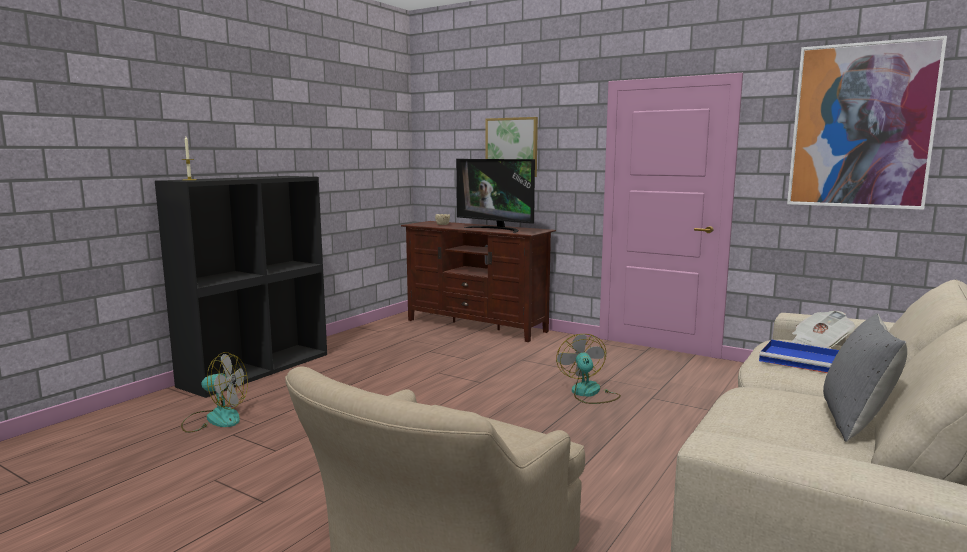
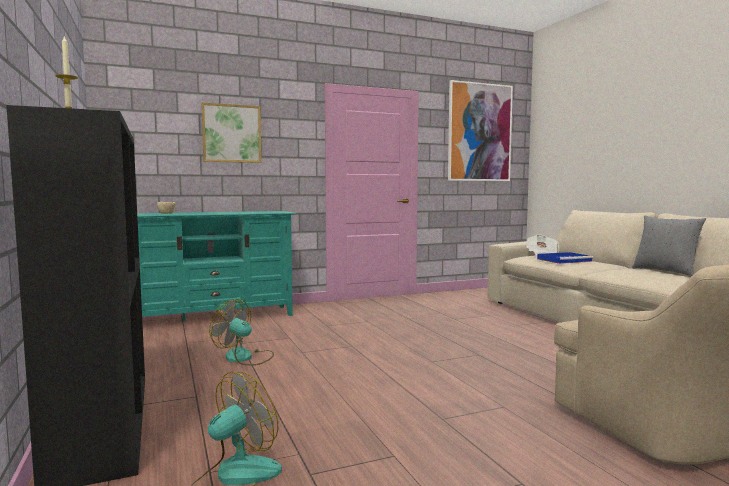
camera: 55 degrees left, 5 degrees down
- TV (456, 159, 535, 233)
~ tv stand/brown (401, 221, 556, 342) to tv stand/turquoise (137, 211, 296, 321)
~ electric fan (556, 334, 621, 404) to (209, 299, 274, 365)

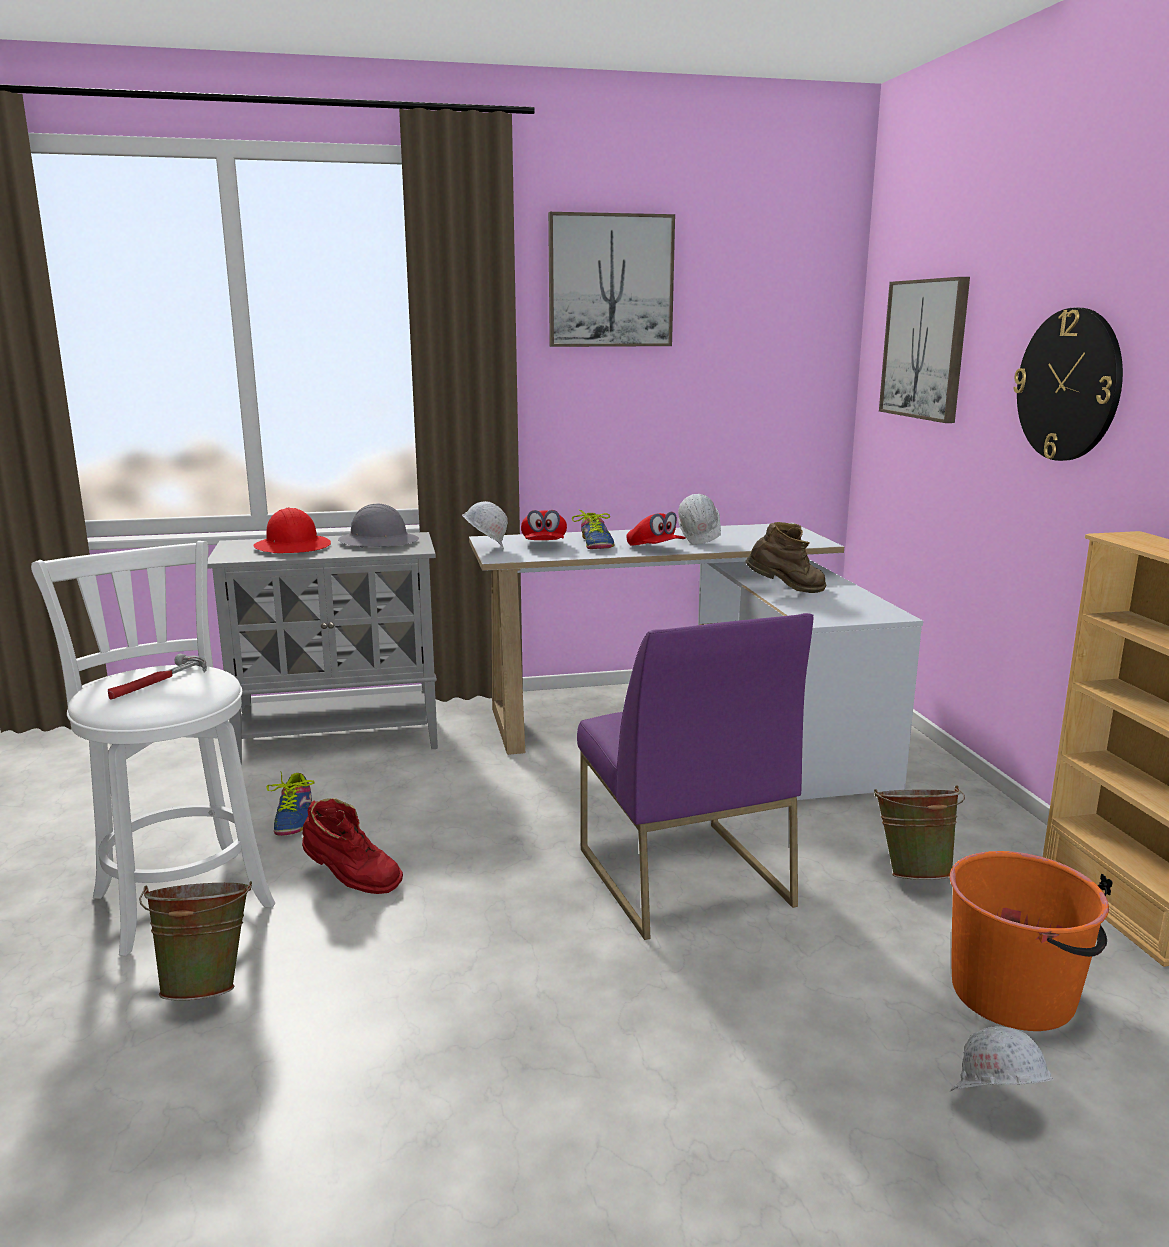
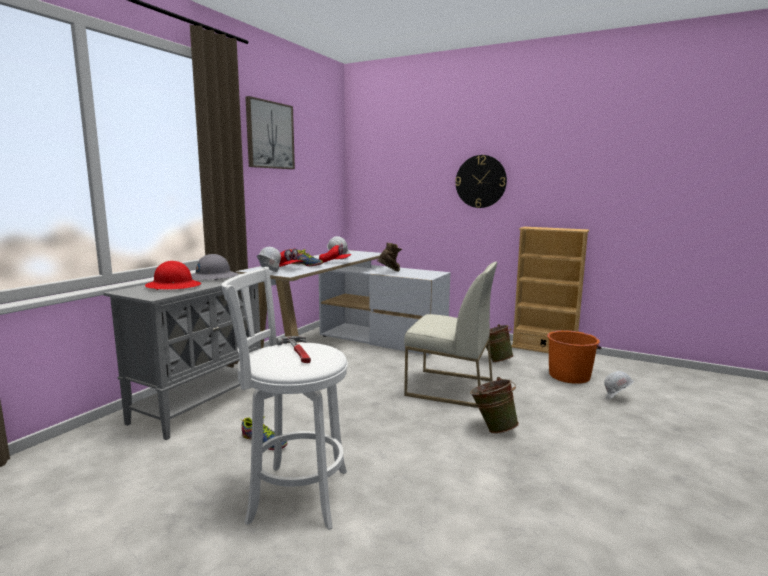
camera: 50 degrees left, 5 degrees down
- picture (879, 277, 970, 423)
~ chair/purple-coloured (577, 613, 814, 940) to chair/white-coloured (404, 262, 497, 408)
- boot/red (302, 798, 403, 894)
~ bucket/greenish (139, 881, 252, 1001) to (470, 377, 519, 434)

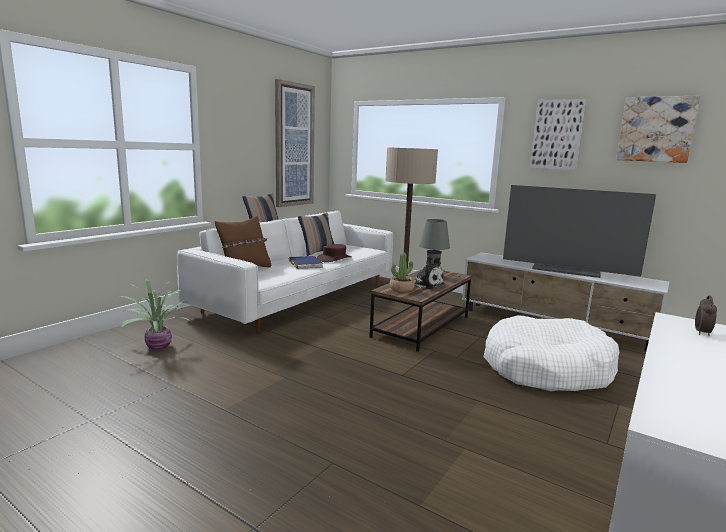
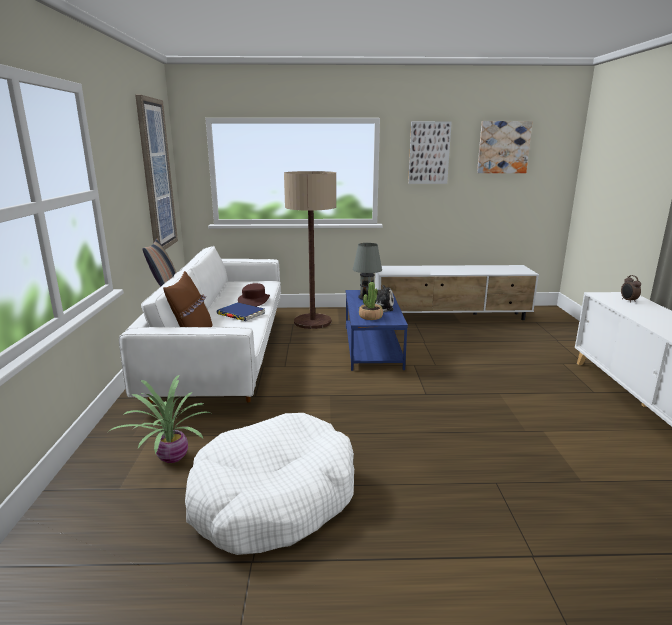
camera: 35 degrees left, 5 degrees up
- TV (503, 185, 656, 278)
- throw pillow (298, 213, 335, 256)
~ coffee table/brown (370, 269, 472, 352) to coffee table/bluish (346, 290, 408, 371)
~ dog cushion/white-coloured (483, 315, 619, 391) to (185, 413, 354, 555)

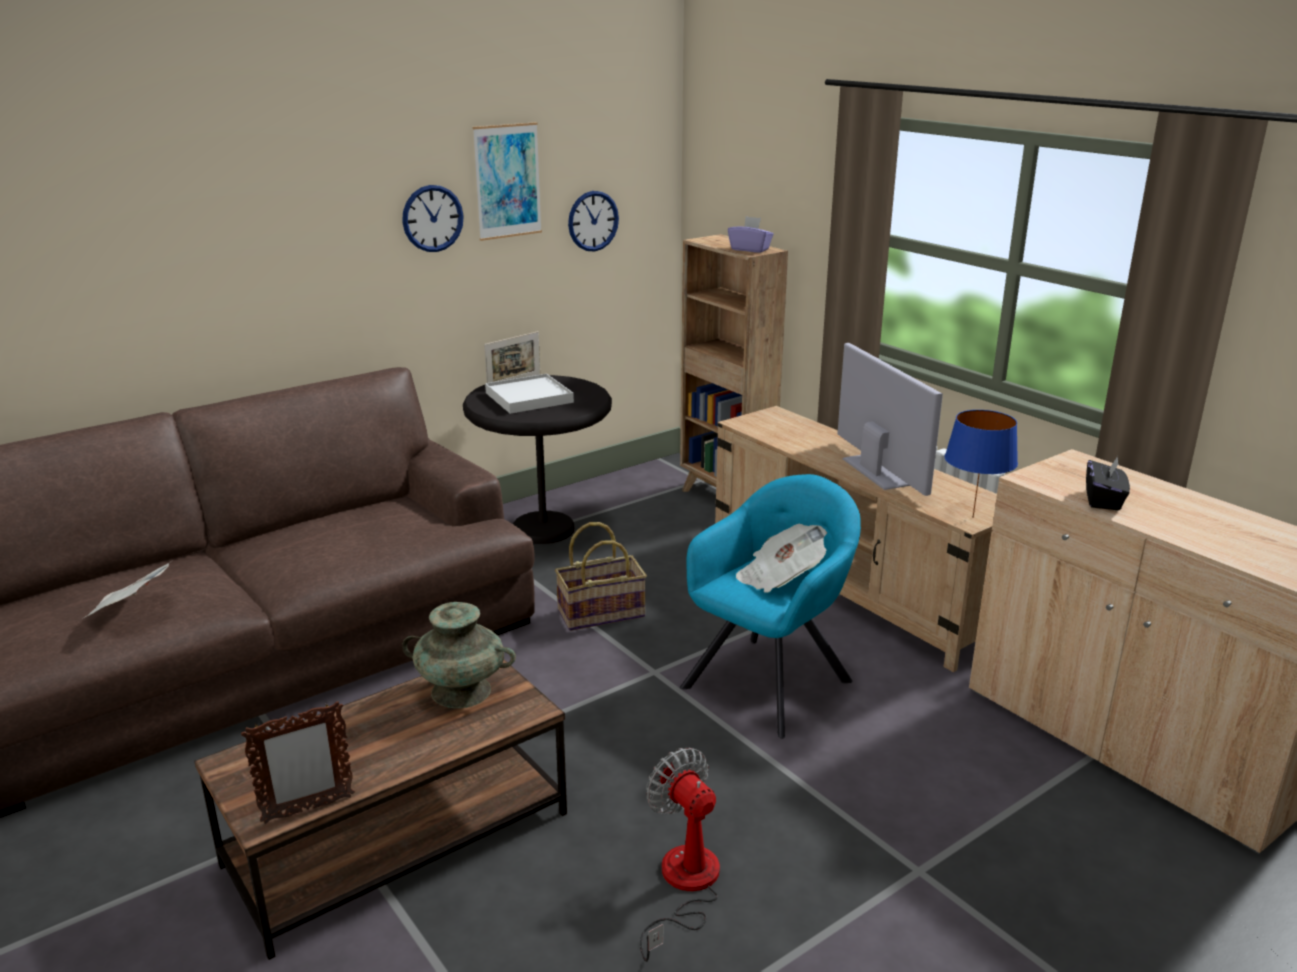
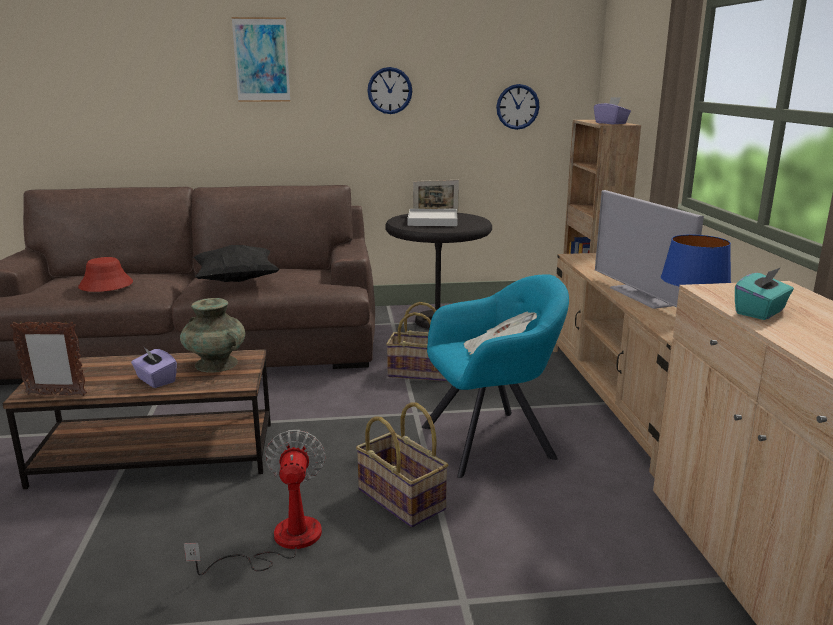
camera: 30 degrees right, 5 degrees down
~ picture (473, 122, 542, 241) to (232, 17, 290, 102)
~ TV (837, 343, 943, 496) = (595, 190, 704, 309) 150 degrees clockwise
~ box of tissues/blackish (1086, 456, 1130, 510) to box of tissues/turquoise (735, 267, 794, 320)
~ newspaper (84, 561, 172, 618) to wearable hat/red (78, 257, 133, 292)
+ throw pillow/blackish (193, 245, 280, 282)
+ box of tissues/purple-coloured (131, 346, 177, 388)
+ basket (356, 403, 448, 527)

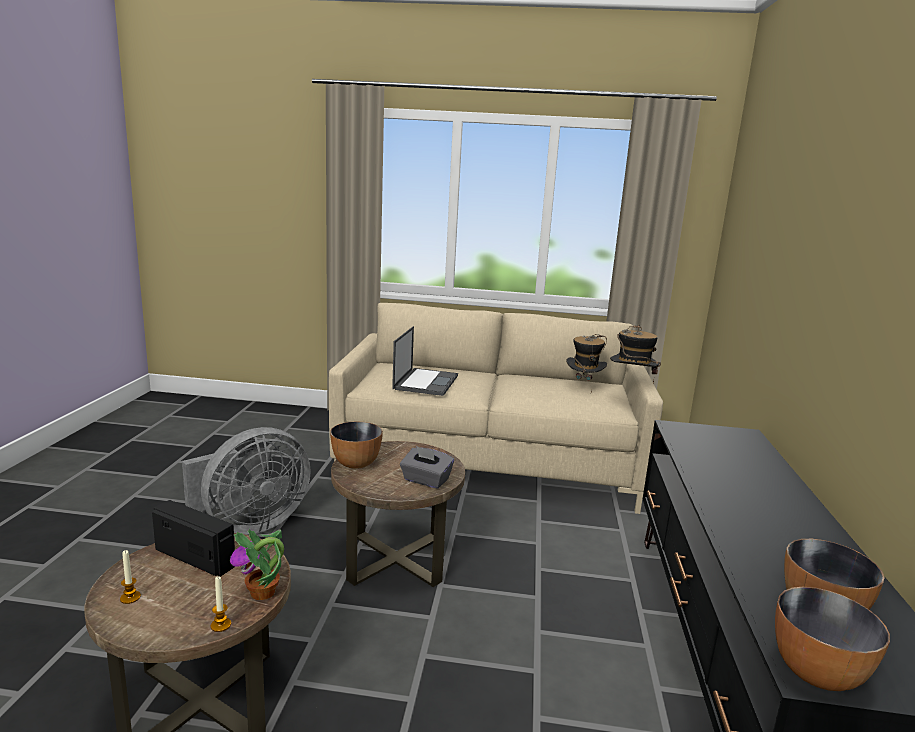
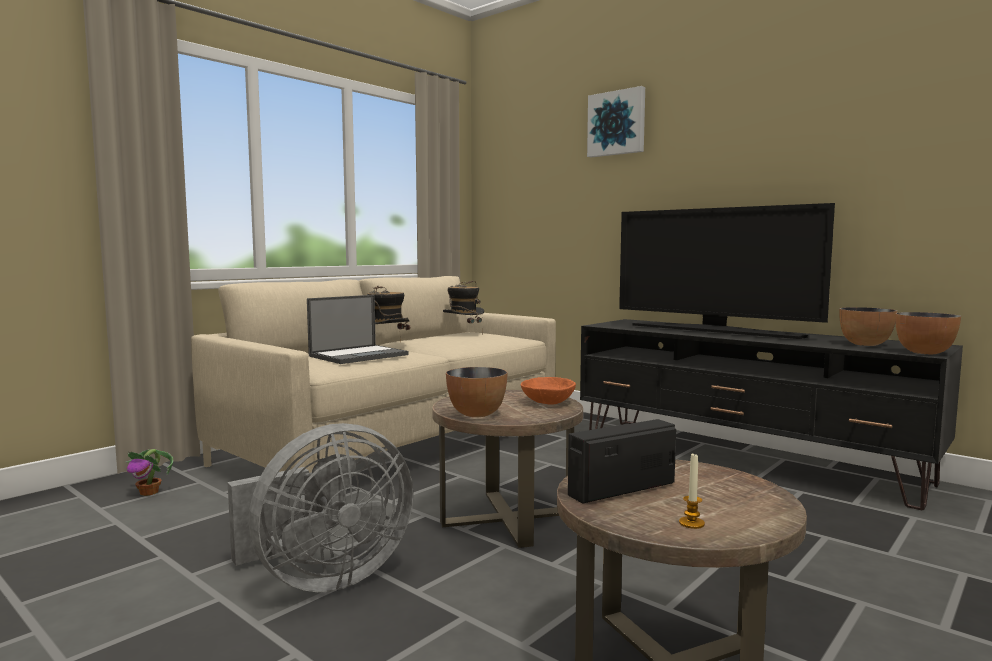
camera: 55 degrees left, 10 degrees down
~ wearable hat (610, 325, 661, 383) to (367, 286, 410, 341)
~ notebook computer (392, 326, 458, 396) = (307, 295, 409, 364) 90 degrees clockwise
~ electric fan/grey (182, 427, 311, 534) = (227, 423, 413, 592) 60 degrees clockwise
~ box of tissues/grey (400, 446, 454, 489) to serving bowl/orange (521, 377, 576, 405)
~ plant in a pot (230, 529, 284, 600) to (125, 449, 173, 496)
- wax light (211, 576, 231, 632)
+ picture (587, 86, 645, 158)
+ TV (619, 203, 835, 339)

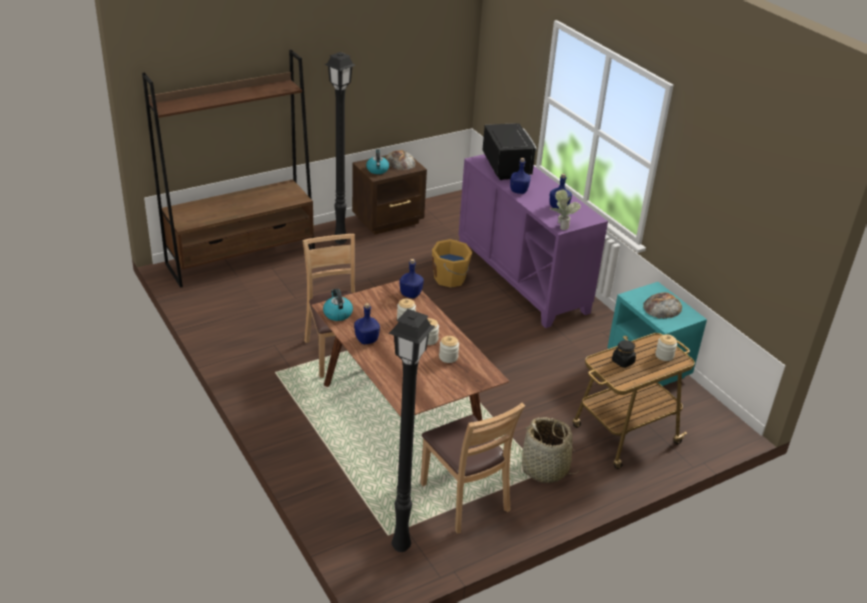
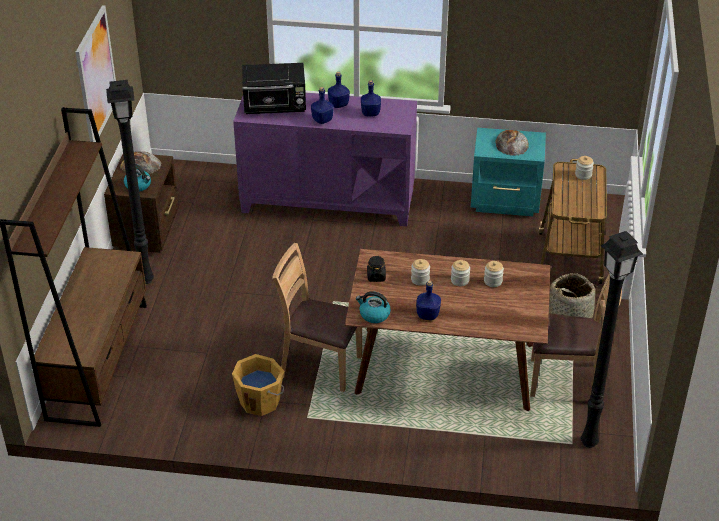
camera: 50 degrees left, 5 degrees up
~ microwave/blackish (482, 123, 537, 180) = (242, 63, 306, 114) 150 degrees clockwise
- plant in a pot (550, 189, 581, 230)
~ bucket/orange (432, 239, 472, 288) to (232, 354, 284, 416)
~ beverage bottle/bluish (400, 259, 424, 298) to (328, 72, 350, 108)
~ preserve jar/blackish (612, 340, 636, 368) to (367, 256, 386, 282)
+ picture (76, 5, 116, 142)

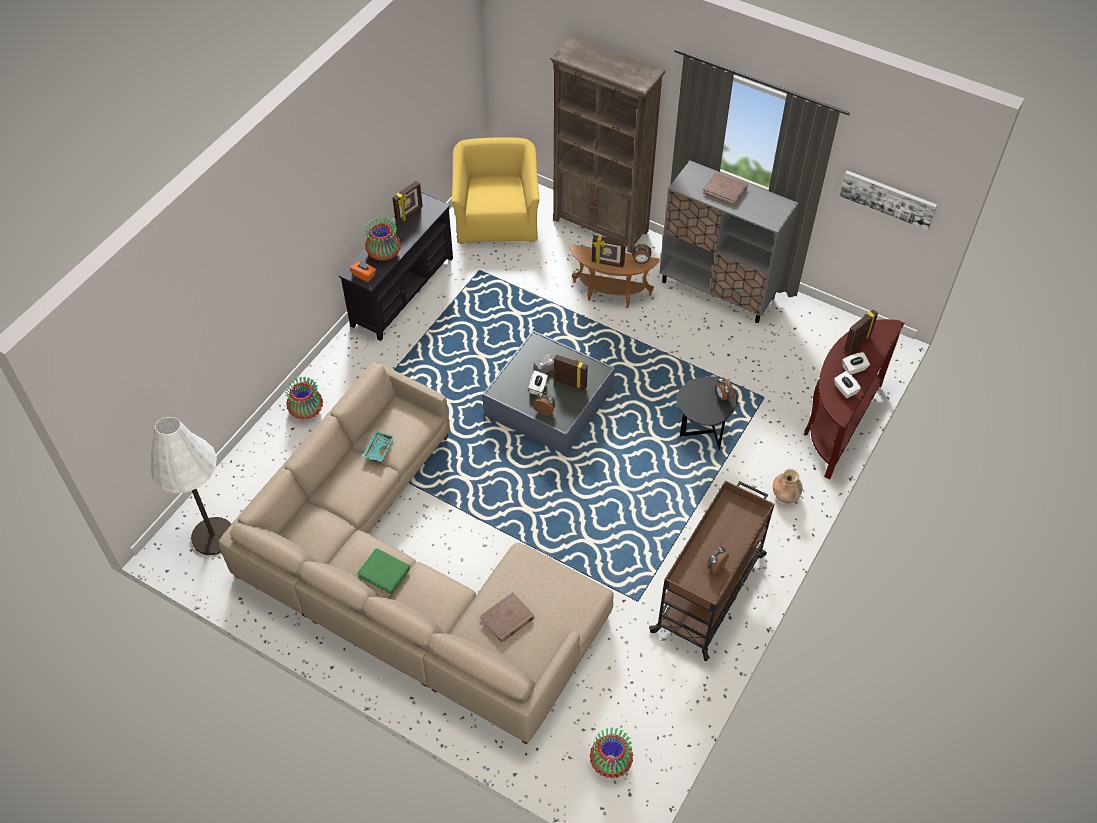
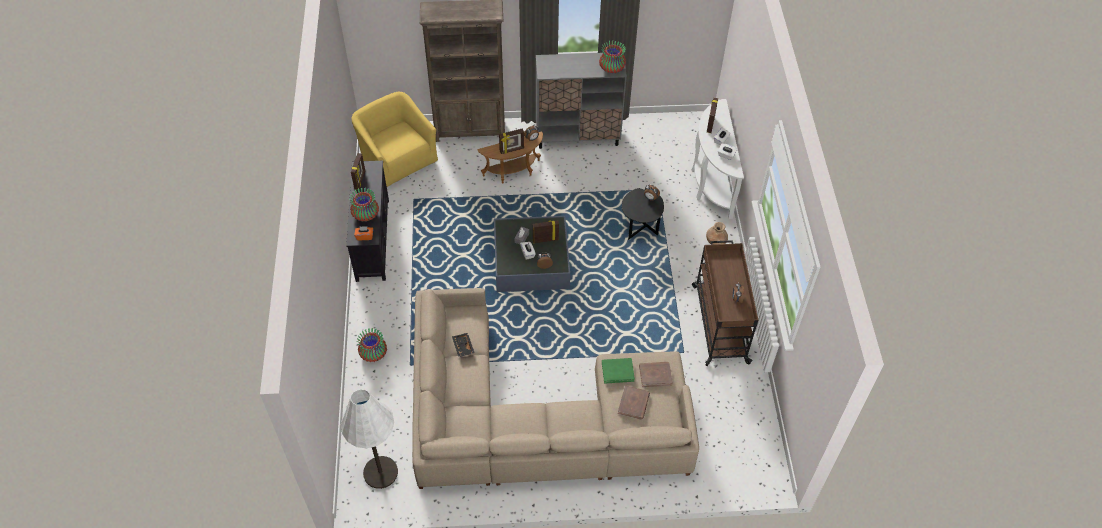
camera: 35 degrees left, 0 degrees up
- picture (840, 171, 937, 230)
~ bound book/brown (703, 172, 748, 206) to (639, 362, 673, 387)
~ console table/brown (804, 319, 904, 479) to console table/white-coloured (691, 99, 744, 219)
~ tray/turquoise (362, 431, 395, 462) to tray/blackish (452, 333, 475, 357)
~ bound book/greenish (357, 548, 410, 594) to (602, 358, 635, 384)
~ decorative vase (590, 727, 633, 779) to (599, 41, 626, 73)

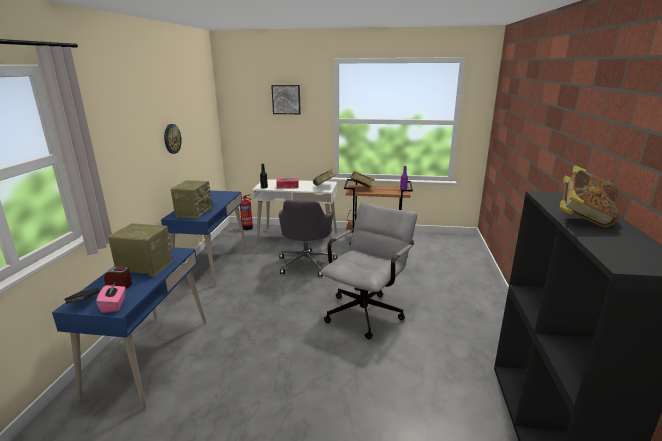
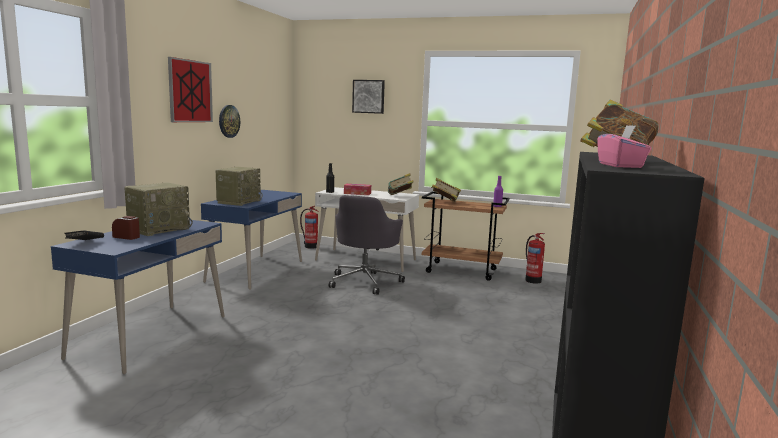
camera: 10 degrees right, 10 degrees down
- computer chair/grey (320, 202, 417, 339)
~ radio (108, 223, 173, 277) = (124, 182, 193, 236) 105 degrees clockwise
~ box of tissues/pink (96, 283, 125, 313) to (597, 125, 651, 168)
+ picture (168, 57, 213, 122)
+ fire extinguisher (525, 233, 545, 284)

